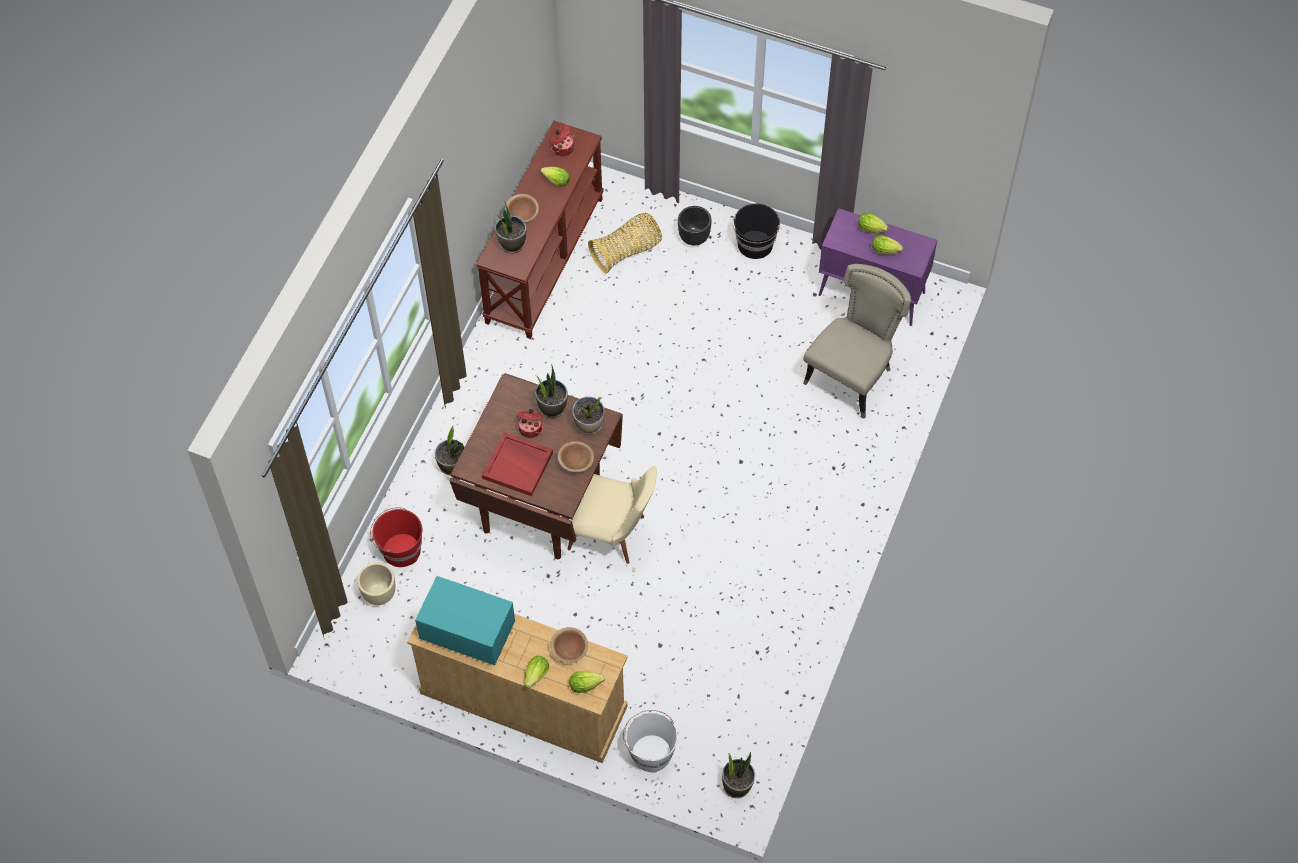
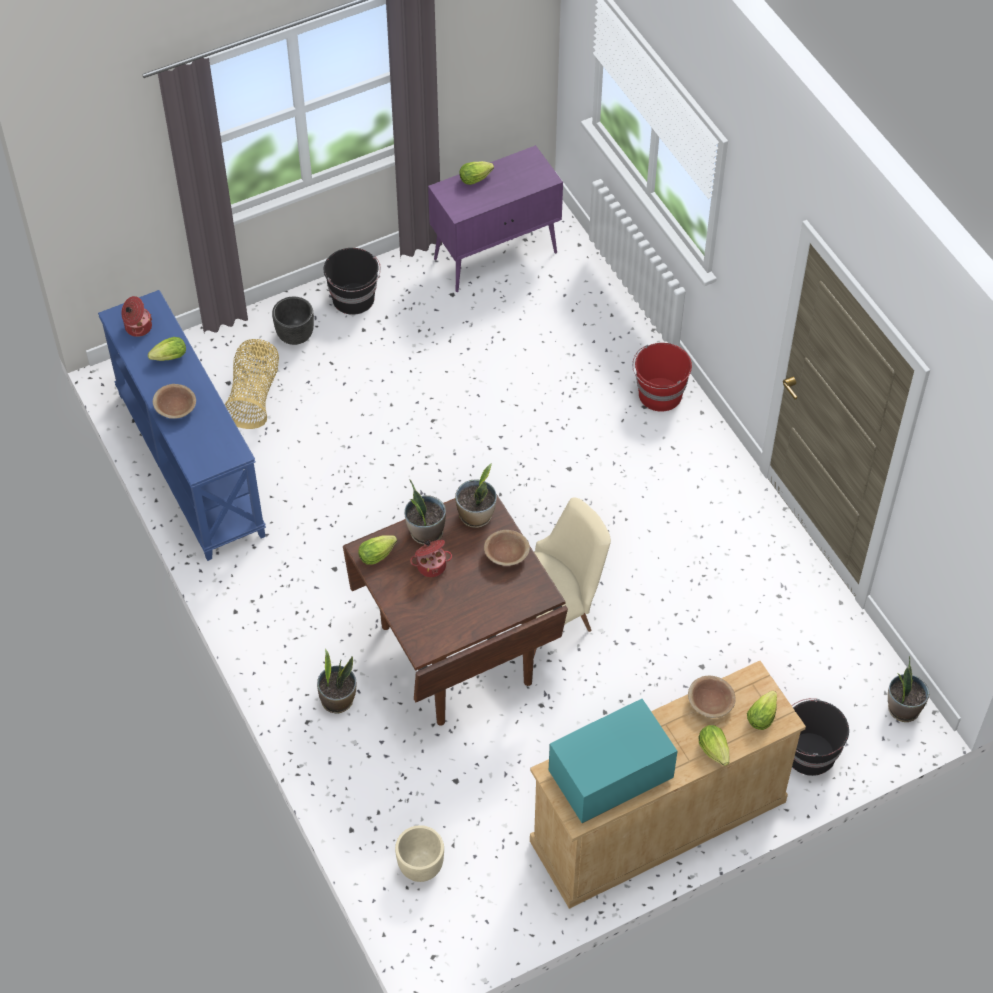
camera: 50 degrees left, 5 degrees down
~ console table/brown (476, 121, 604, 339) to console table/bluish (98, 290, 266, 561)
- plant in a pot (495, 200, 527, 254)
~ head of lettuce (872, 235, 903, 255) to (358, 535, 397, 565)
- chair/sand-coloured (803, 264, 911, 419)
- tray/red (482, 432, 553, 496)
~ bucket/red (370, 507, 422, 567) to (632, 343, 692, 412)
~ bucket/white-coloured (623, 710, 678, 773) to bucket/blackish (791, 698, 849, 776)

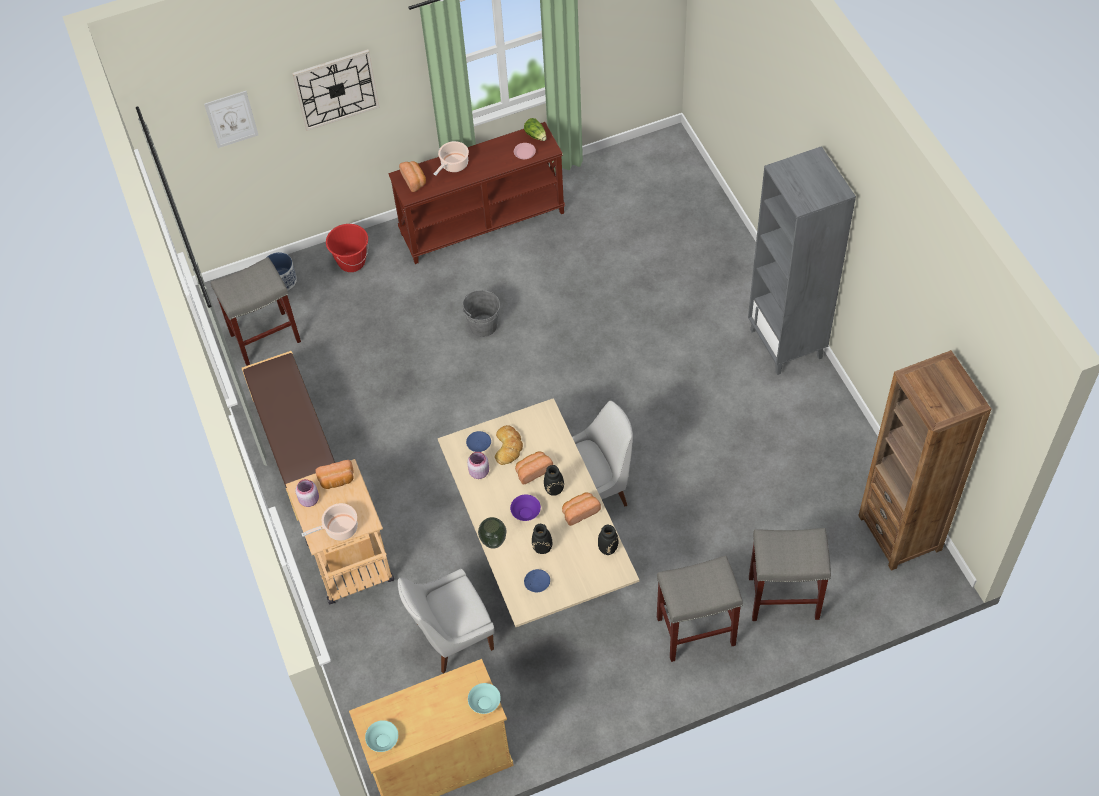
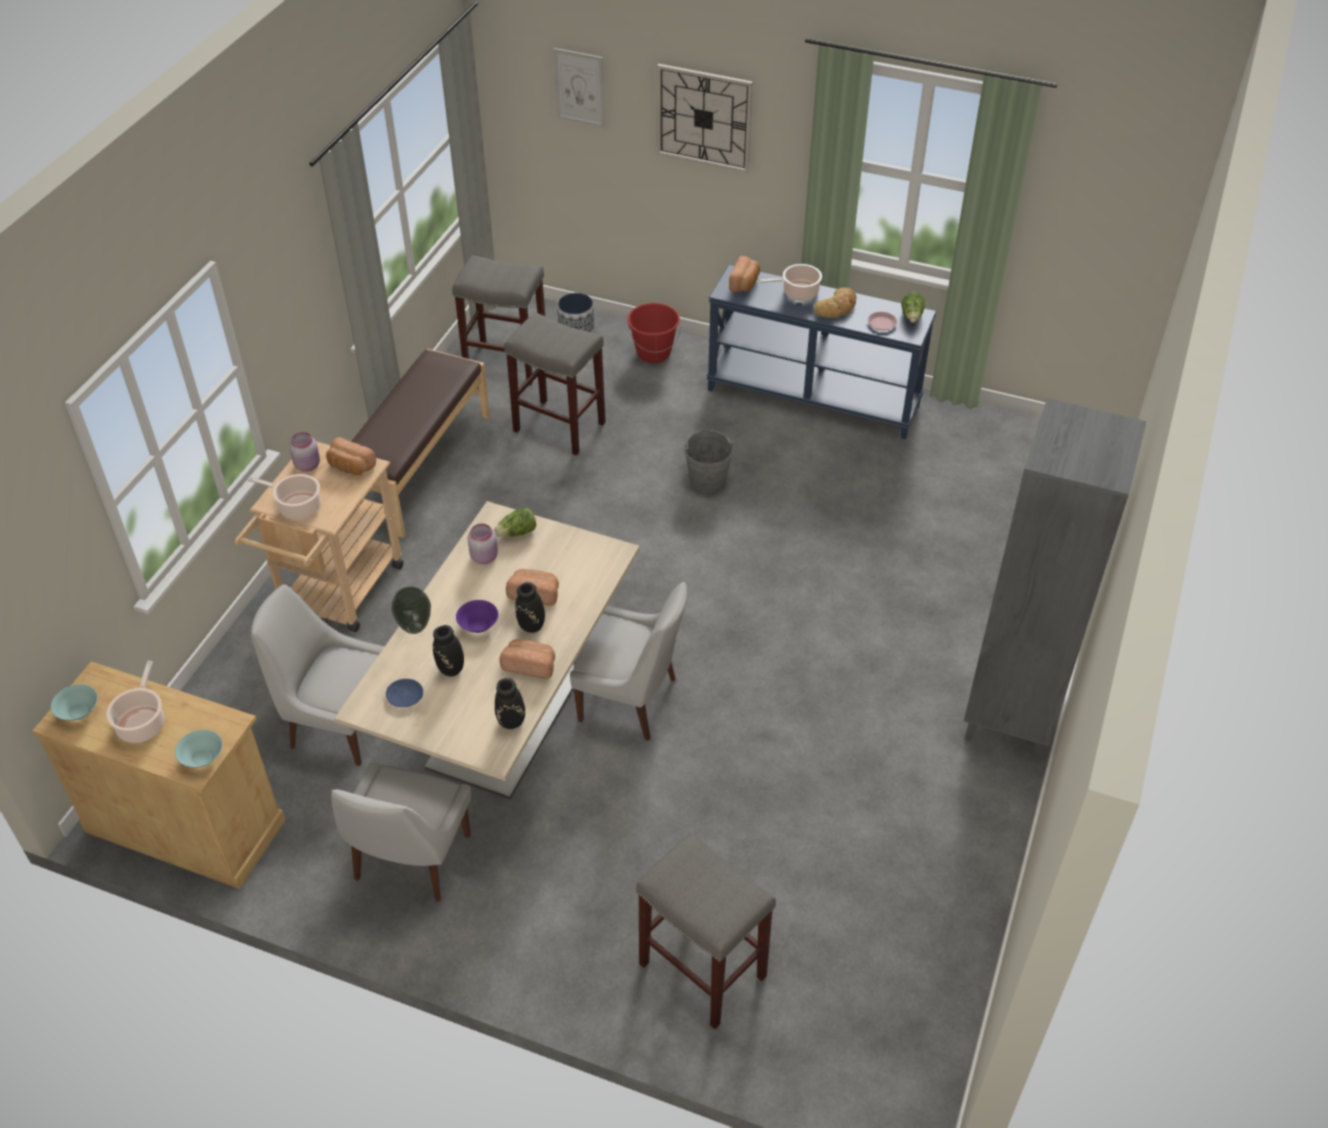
camera: 40 degrees right, 10 degrees down
~ console table/brown (388, 122, 565, 264) to console table/bluish (707, 265, 937, 439)
- bookcase/brown (858, 350, 991, 571)
~ bakery bread (495, 425, 523, 465) to (814, 287, 856, 318)
~ dinner plate/bluish (466, 431, 491, 452) to head of lettuce (494, 508, 536, 537)
~ sitting stool/grey (657, 556, 743, 662) to (504, 313, 606, 455)
+ stockpot (106, 661, 164, 743)
+ chair/white-coloured (331, 762, 471, 902)

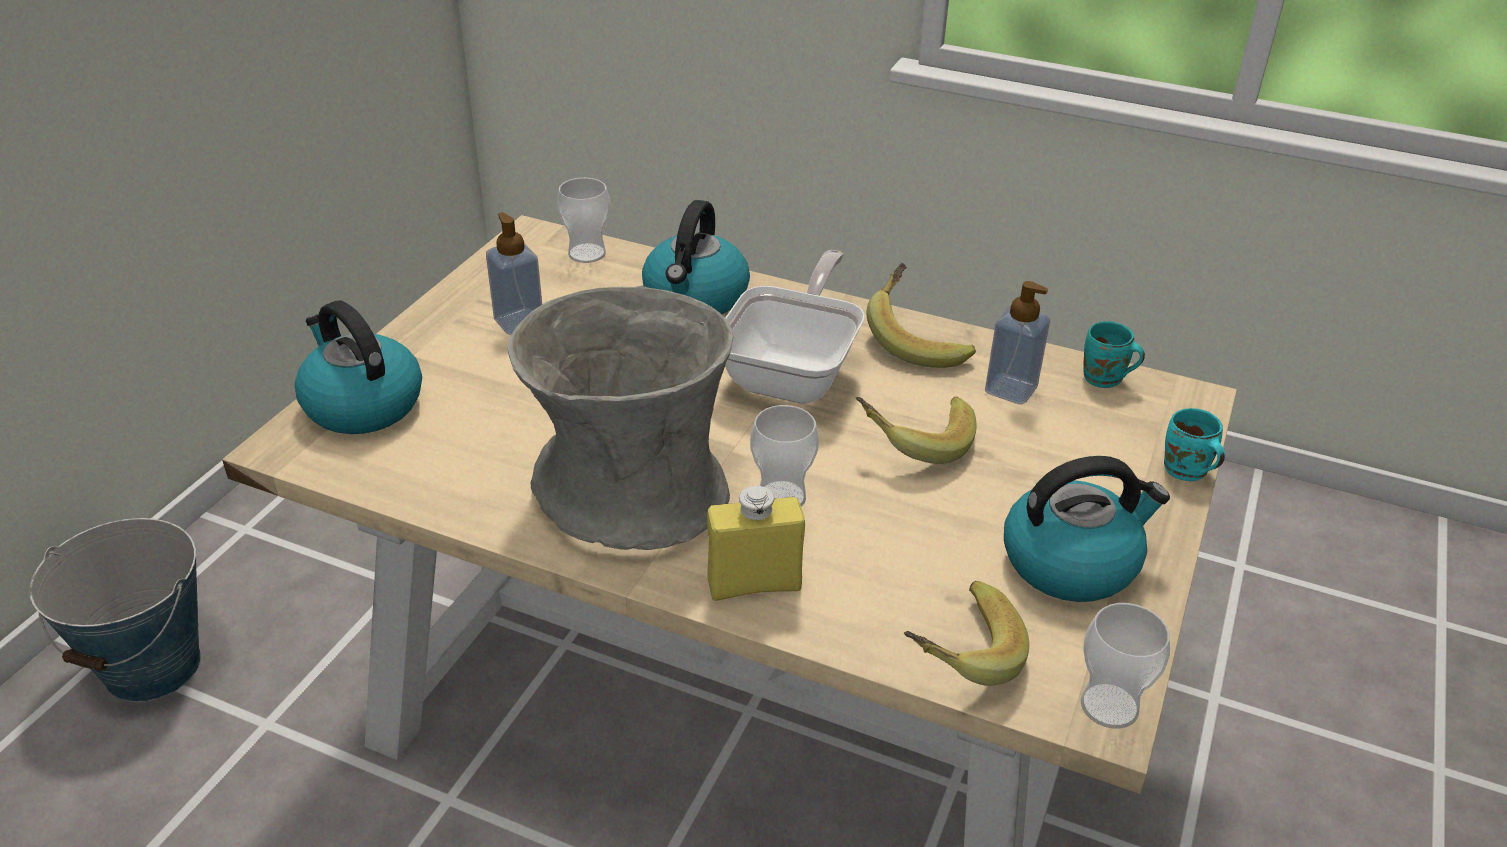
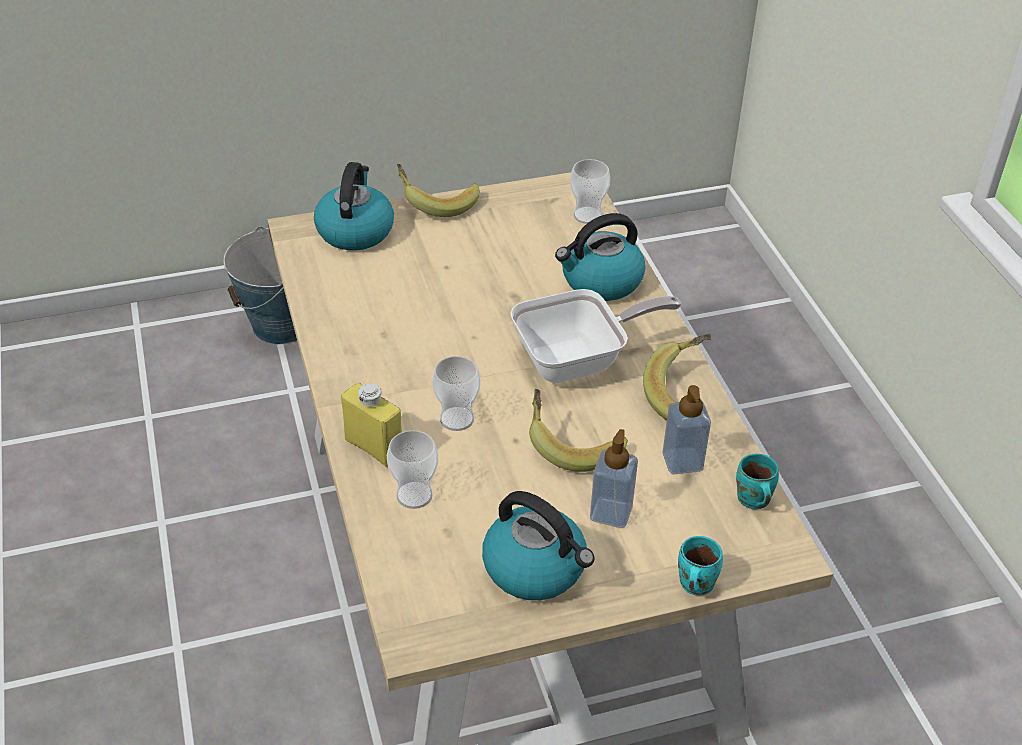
camera: 50 degrees right, 5 degrees up
~ liquid soap bottle (486, 212, 542, 335) to (590, 429, 638, 528)
- decorative vase/grey (507, 286, 733, 550)
~ banana fruit (904, 581, 1029, 686) to (397, 164, 480, 217)
~ cup (1081, 603, 1170, 729) to (387, 430, 438, 509)

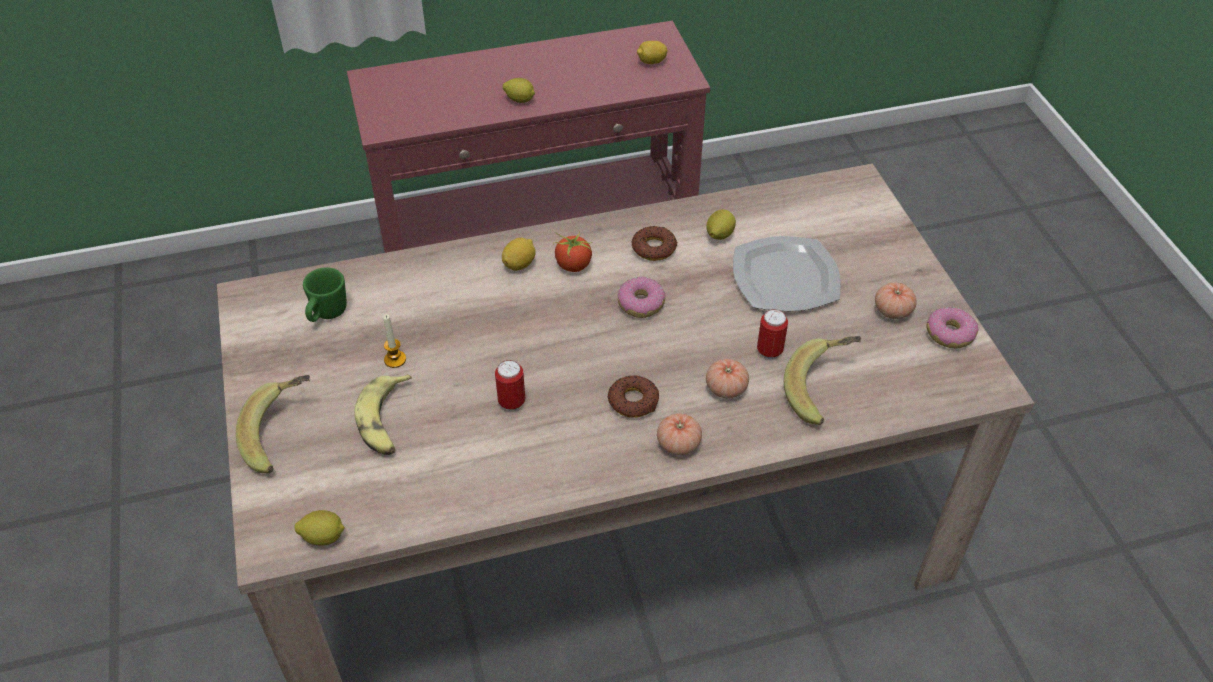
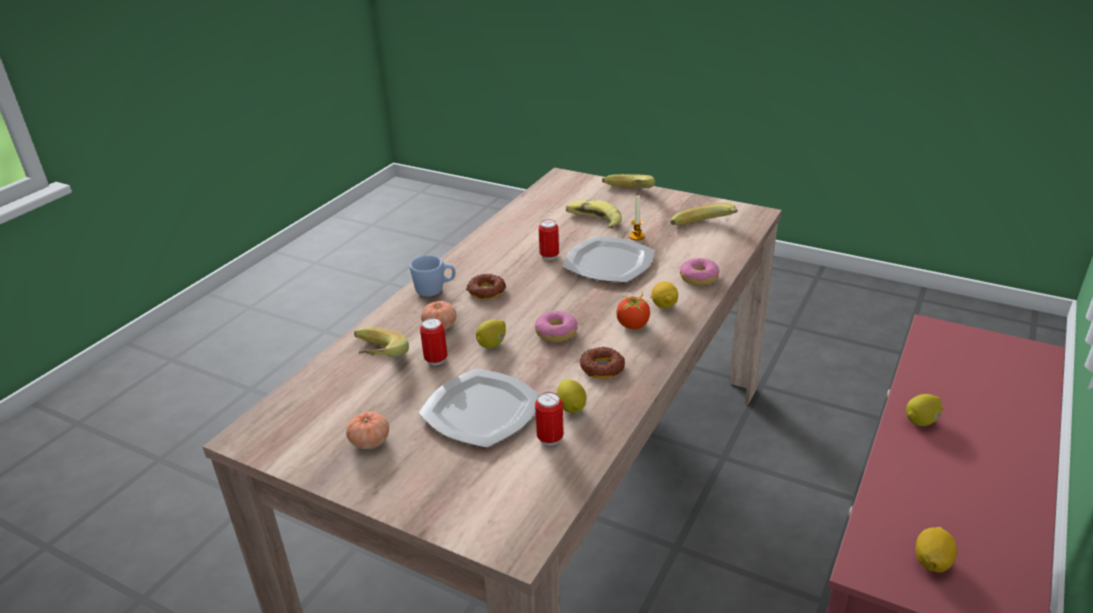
camera: 135 degrees right, 15 degrees down
~ coffee mug/greenish (303, 267, 347, 322) to banana fruit (671, 203, 738, 225)
~ doughnut (927, 307, 979, 349) to (680, 258, 719, 286)
~ fresh tomato (657, 413, 702, 455) to coffee mug/bluish (409, 255, 456, 297)
~ lemon (295, 510, 345, 546) to (476, 319, 506, 348)
+ dinner plate (562, 236, 654, 283)
+ metal can (535, 392, 564, 446)

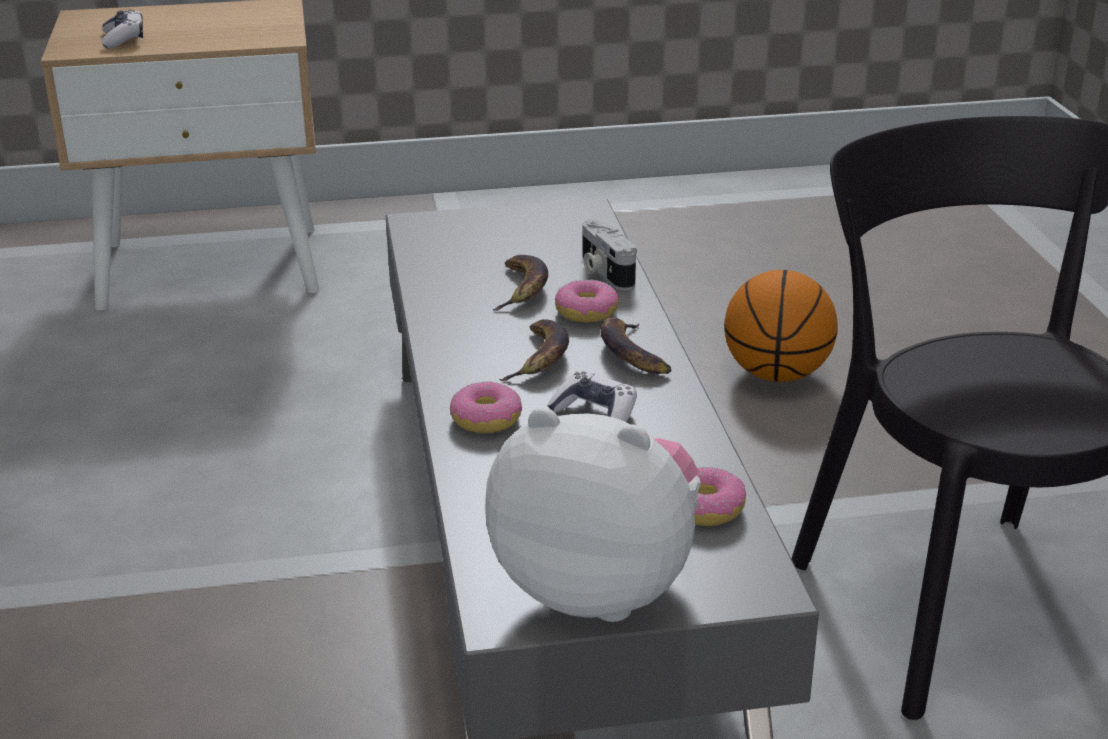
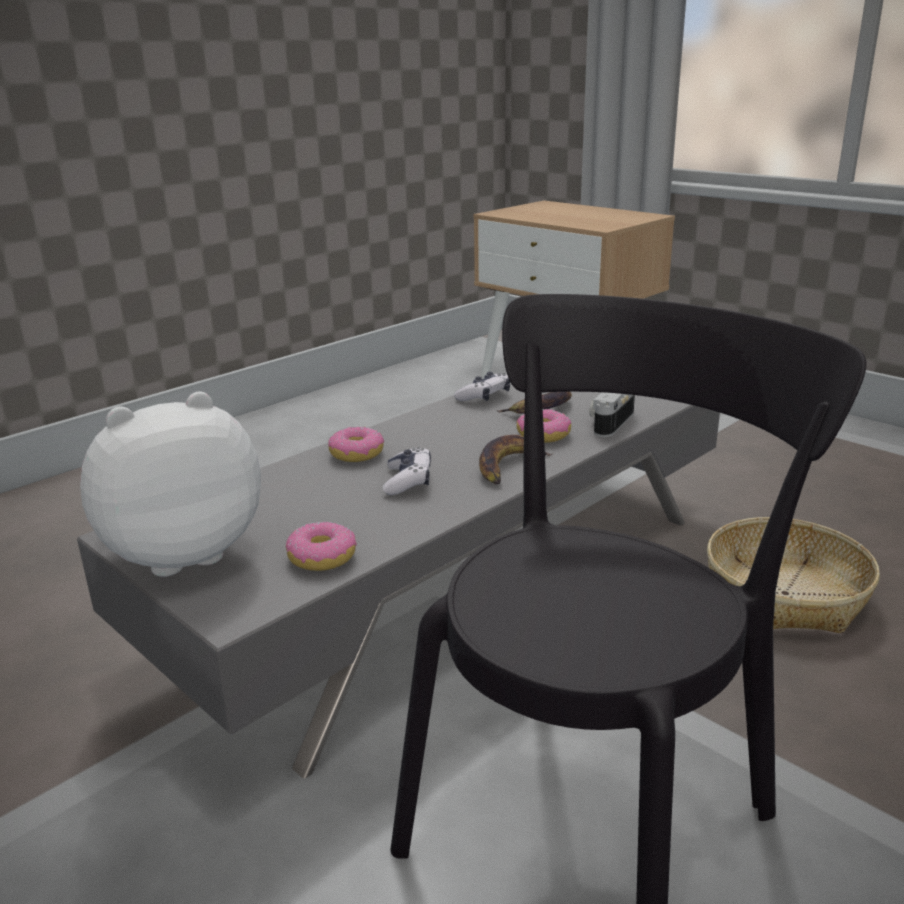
camera: 55 degrees right, 5 degrees down
~ game controller (102, 10, 143, 48) to (454, 372, 511, 401)
~ ball for basketball (724, 270, 838, 382) to basket (707, 517, 880, 633)
- banana fruit (499, 319, 569, 381)
~ cuddly toy (485, 407, 701, 622) = (80, 392, 261, 577) 105 degrees counterclockwise

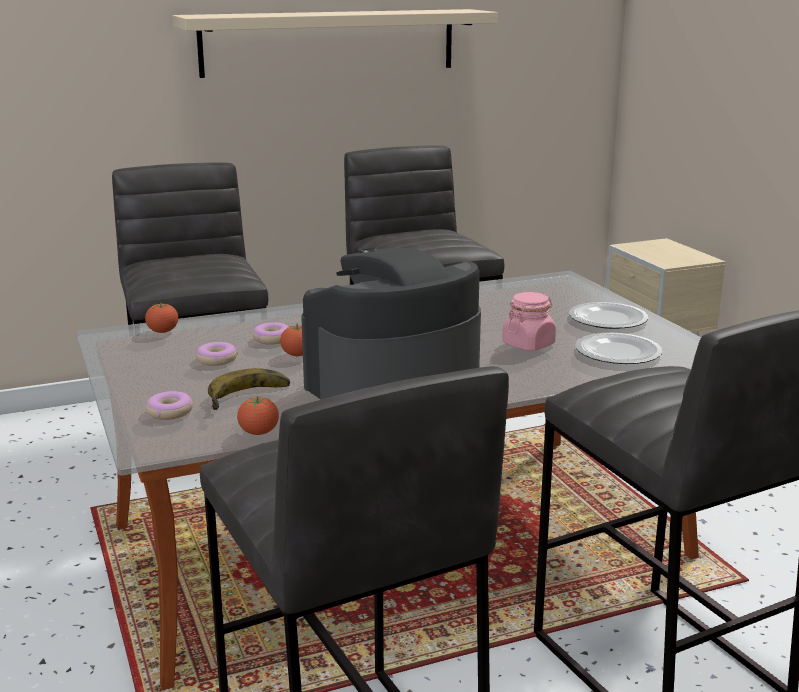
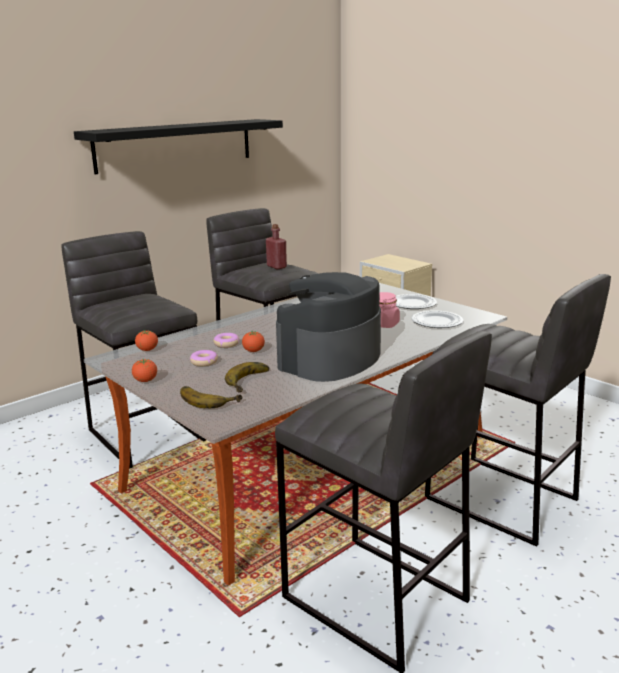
camera: 20 degrees left, 0 degrees up
~ bracket shelf/sand-coloured (172, 9, 498, 78) to bracket shelf/blackish (74, 119, 283, 174)
~ doughnut (146, 391, 193, 420) to banana fruit (180, 386, 243, 408)
~ fresh tomato (237, 396, 279, 435) to (132, 359, 157, 382)
+ beverage bottle/red (266, 224, 287, 269)

